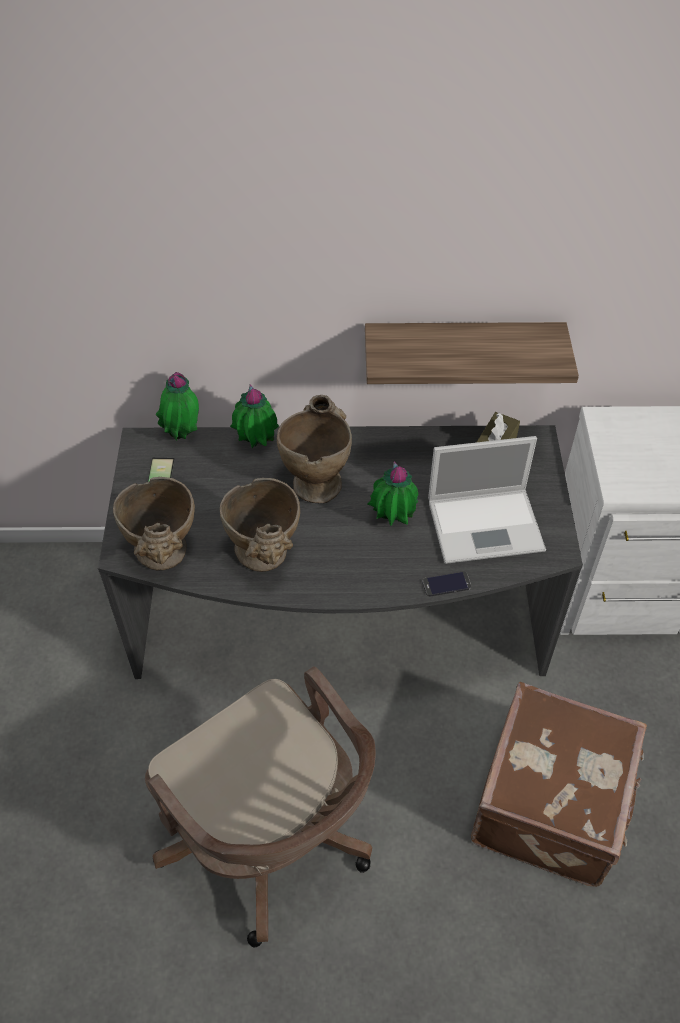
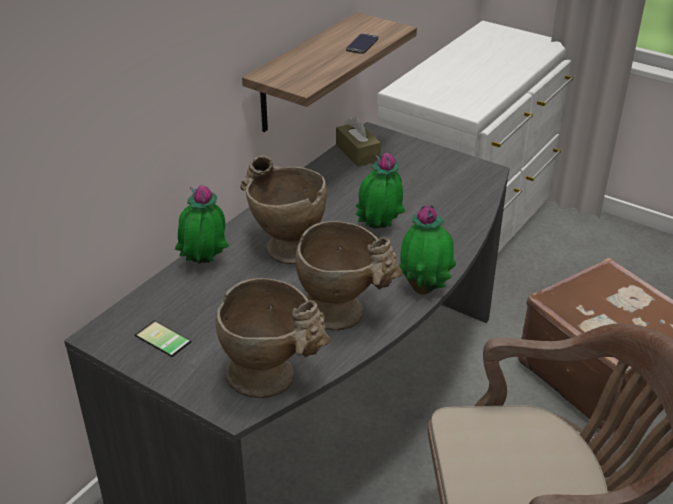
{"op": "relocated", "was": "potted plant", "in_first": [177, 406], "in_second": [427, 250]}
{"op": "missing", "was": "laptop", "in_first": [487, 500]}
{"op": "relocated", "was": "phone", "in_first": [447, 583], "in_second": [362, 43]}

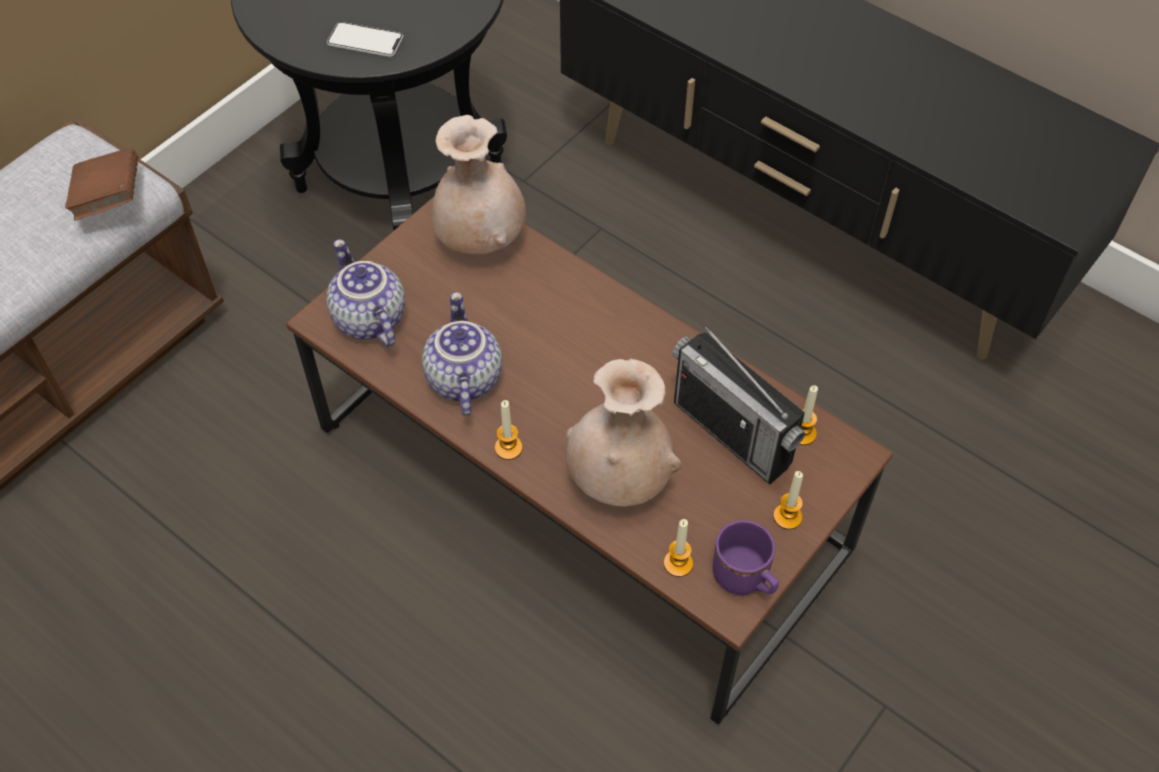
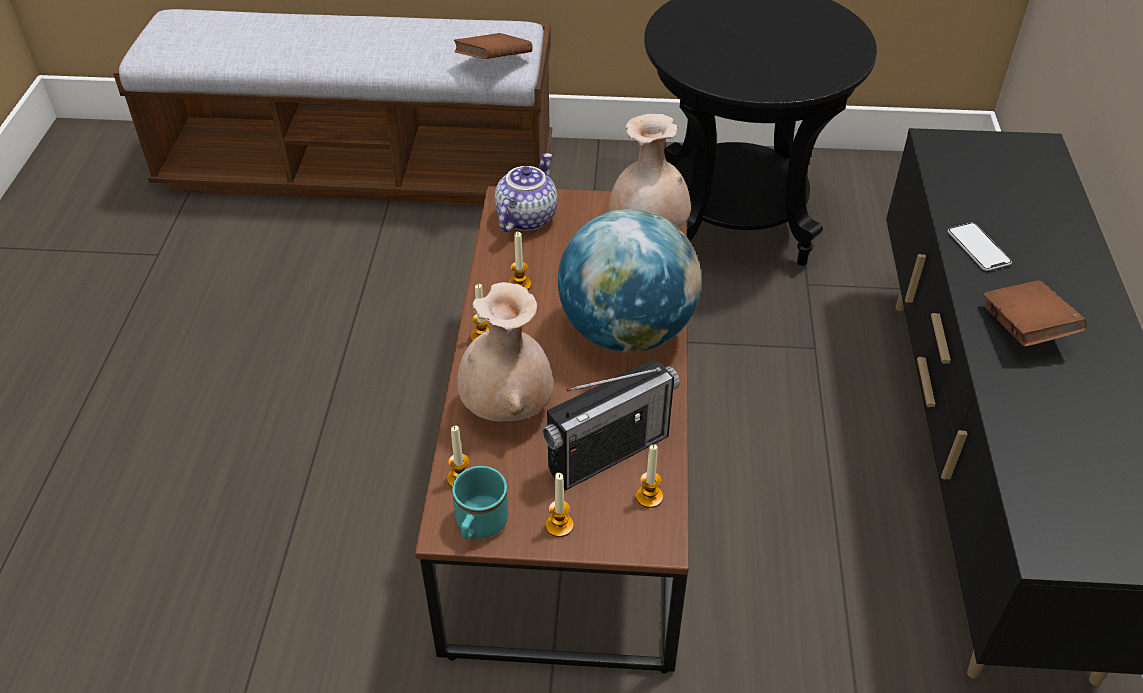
{"op": "relocated", "was": "phone", "in_first": [365, 39], "in_second": [979, 247]}
{"op": "exchanged", "was": "teapot", "now": "candle", "in_first": [462, 354], "in_second": [520, 261]}
{"op": "spun", "was": "radio", "in_first": [738, 404], "in_second": [611, 425], "clockwise": -135}
{"op": "colour", "was": "purple mug", "now": "turquoise mug", "in_first": [746, 557], "in_second": [480, 502]}
{"op": "appeared", "now": "globe", "in_second": [629, 280]}
{"op": "appeared", "now": "brown book", "in_second": [1035, 313]}

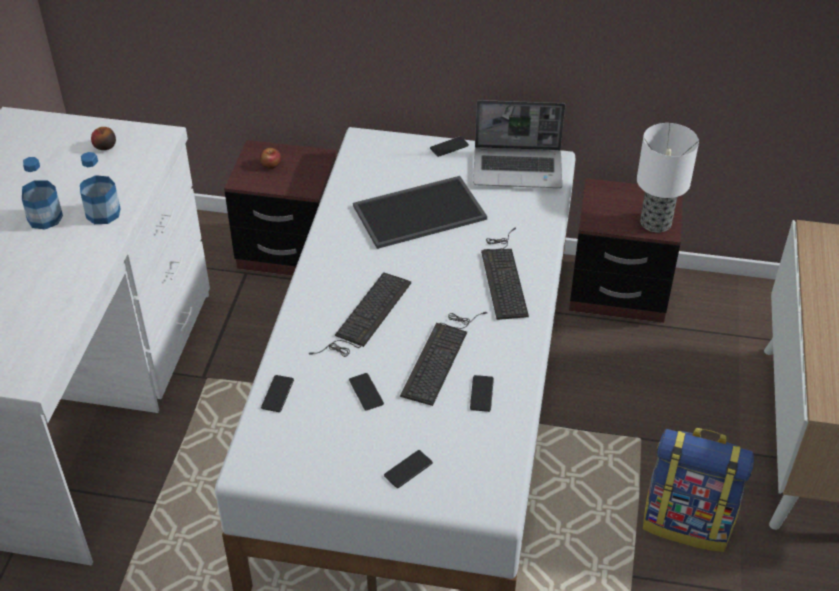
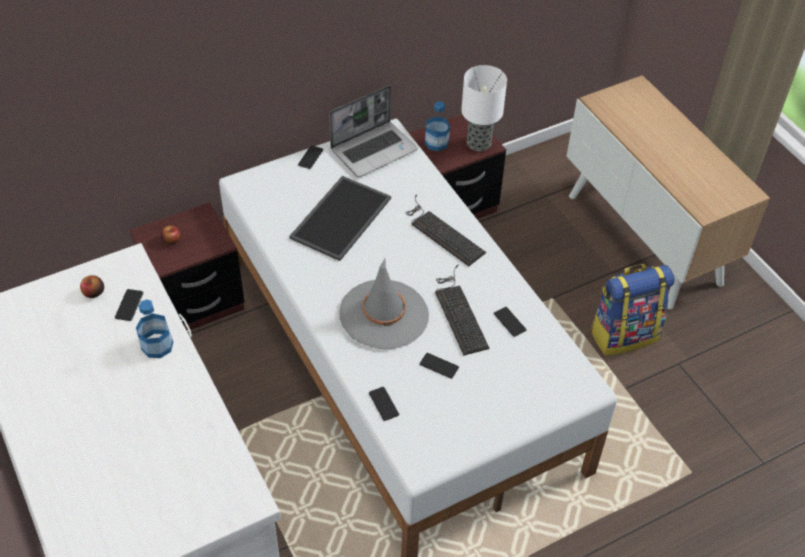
{"op": "relocated", "was": "bottle", "in_first": [42, 193], "in_second": [437, 126]}
{"op": "exchanged", "was": "keyboard", "now": "grey hat", "in_first": [360, 314], "in_second": [384, 304]}
{"op": "relocated", "was": "phone", "in_first": [408, 469], "in_second": [129, 305]}

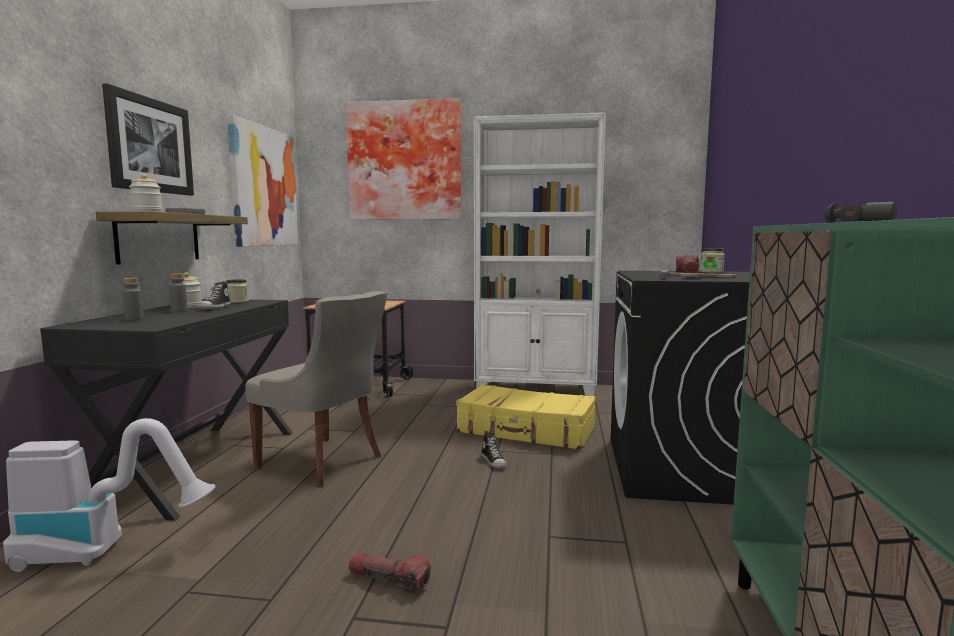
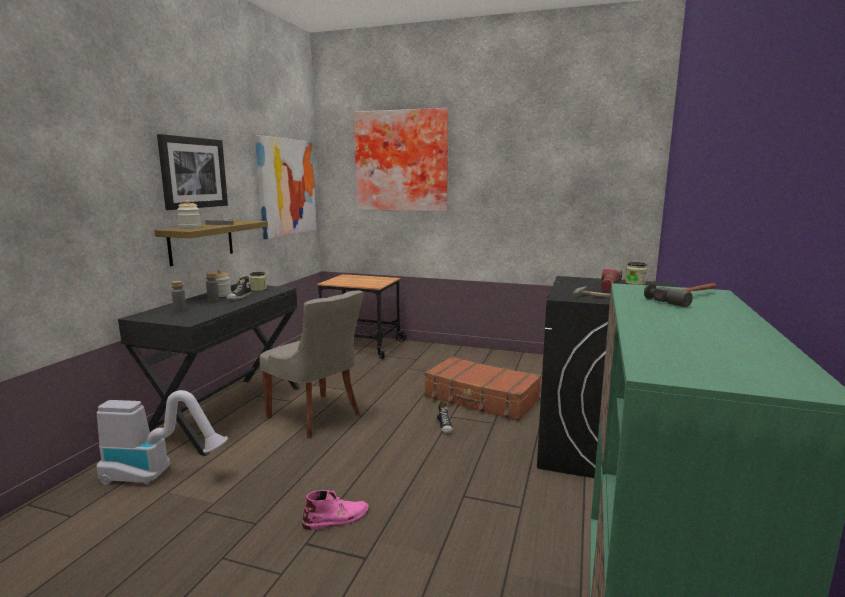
{"op": "missing", "was": "white bookcase", "in_first": [540, 254]}
{"op": "colour", "was": "yellow suitcase", "now": "brown suitcase", "in_first": [526, 417], "in_second": [482, 388]}
{"op": "exchanged", "was": "flashlight", "now": "pink boot", "in_first": [390, 573], "in_second": [335, 510]}

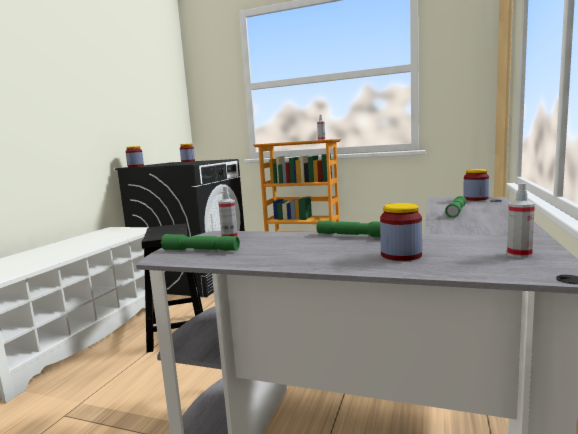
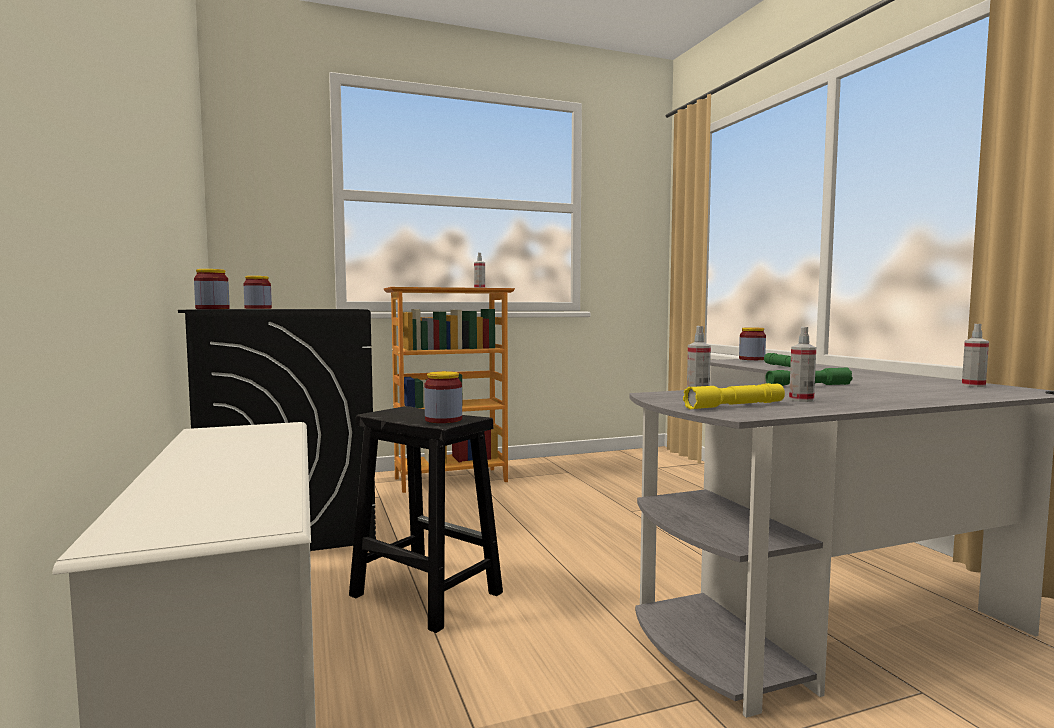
{"op": "relocated", "was": "jar", "in_first": [401, 232], "in_second": [443, 397]}
{"op": "colour", "was": "green flashlight", "now": "yellow flashlight", "in_first": [200, 242], "in_second": [734, 396]}
{"op": "appeared", "now": "spray bottle", "in_second": [802, 364]}

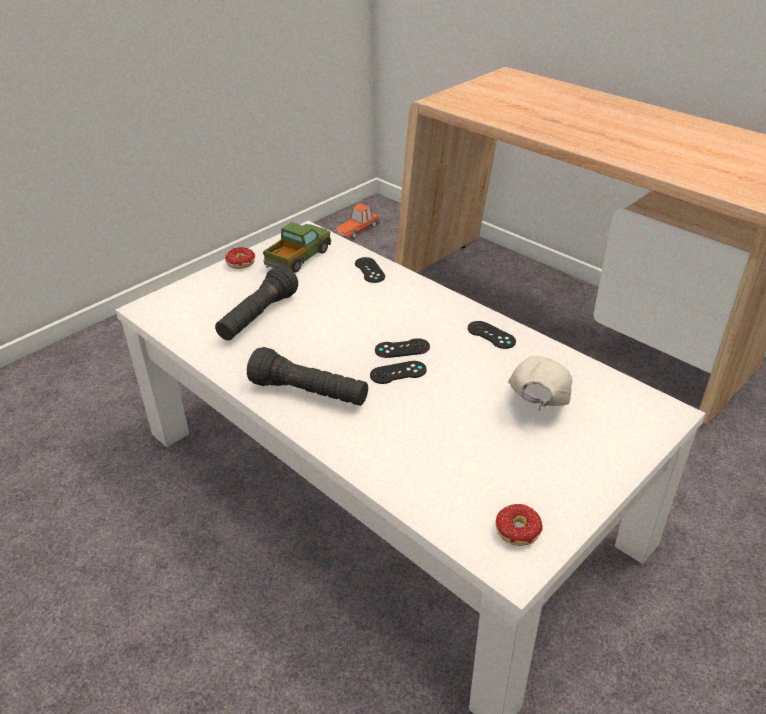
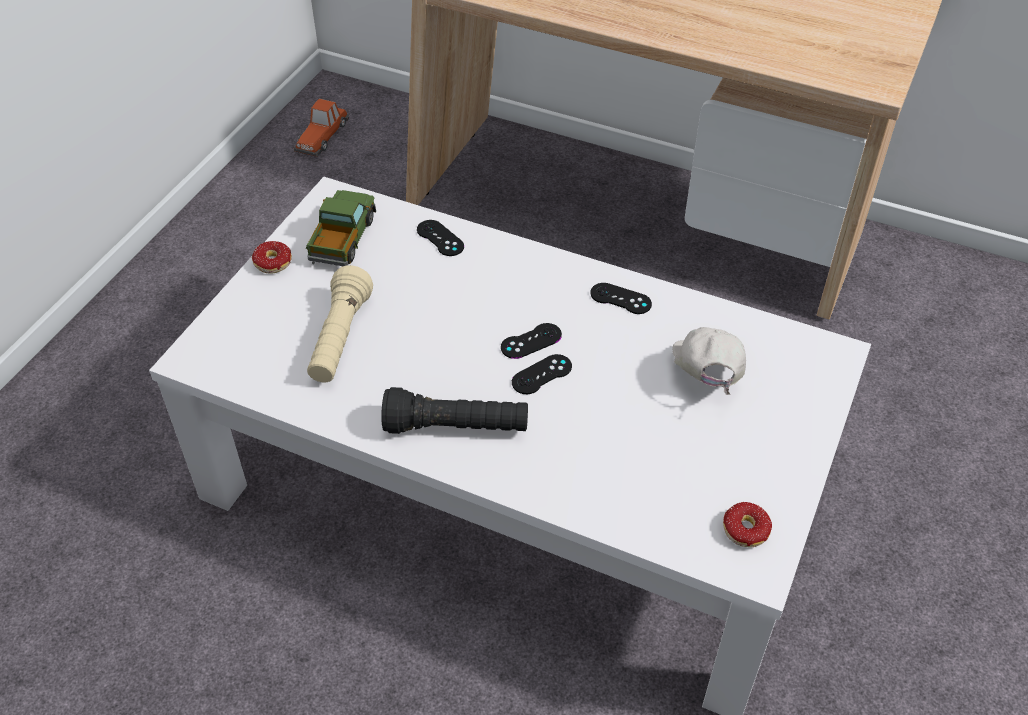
{"op": "colour", "was": "black flashlight", "now": "beige flashlight", "in_first": [256, 303], "in_second": [340, 323]}

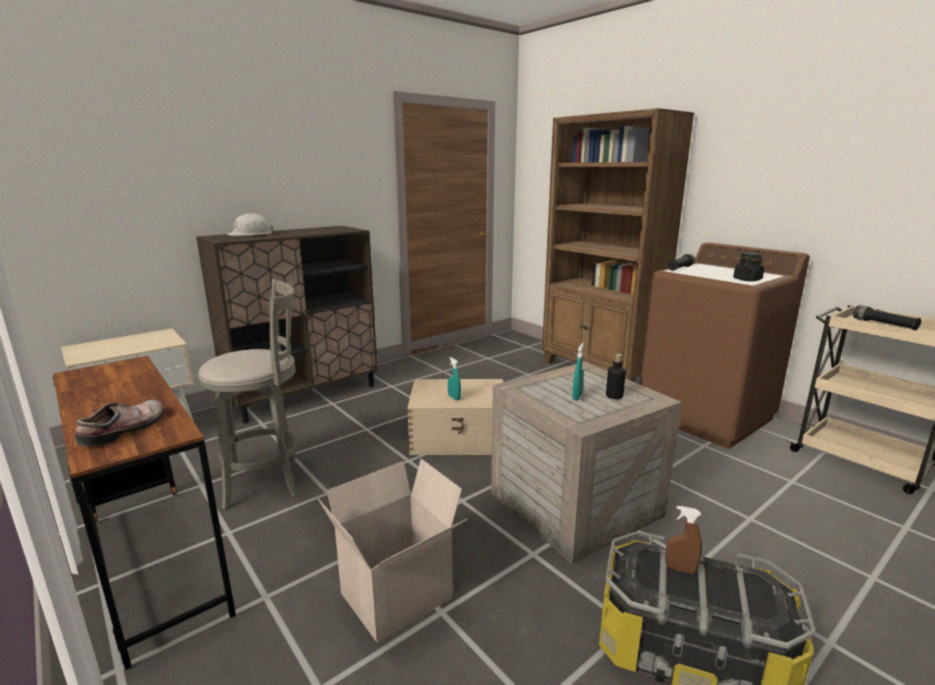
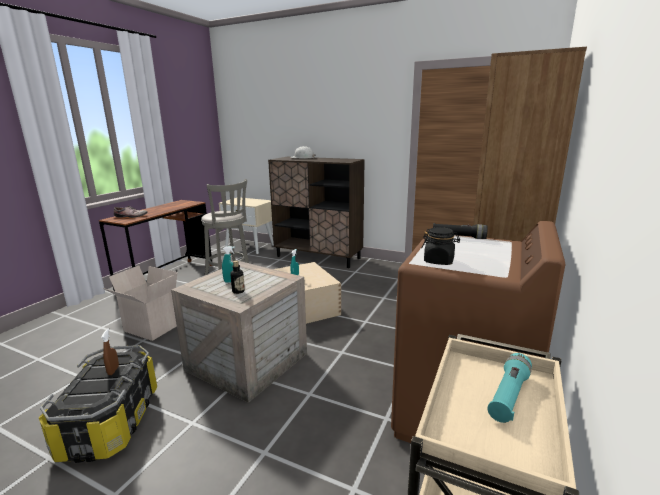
{"op": "colour", "was": "black flashlight", "now": "turquoise flashlight", "in_first": [887, 317], "in_second": [509, 388]}

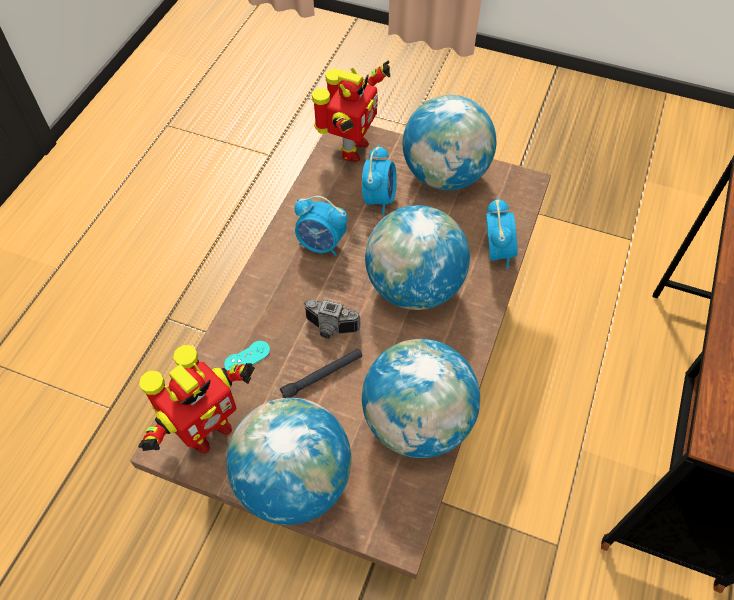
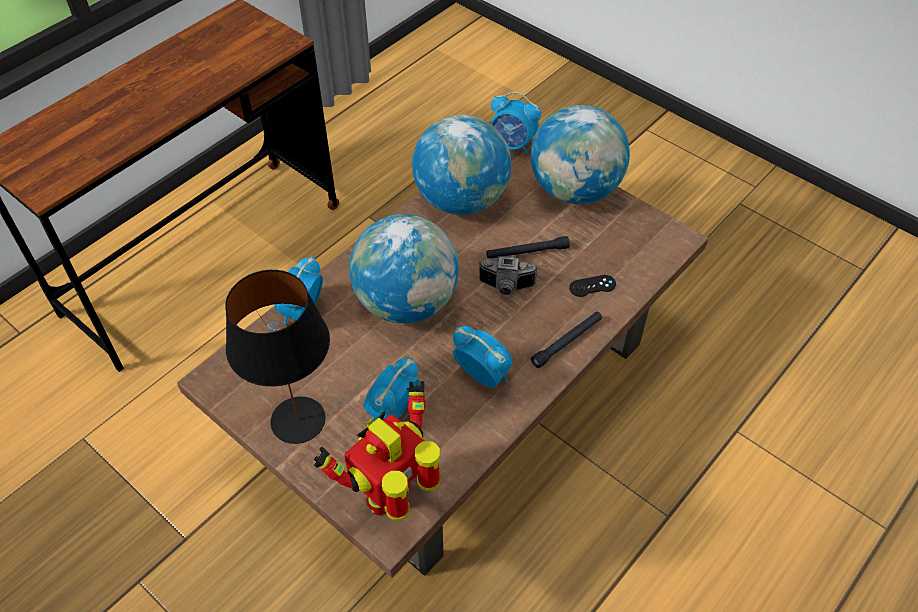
{"op": "exchanged", "was": "globe", "now": "black table lamp", "in_first": [449, 142], "in_second": [277, 357]}
{"op": "spun", "was": "photo camera", "in_first": [332, 318], "in_second": [508, 275], "clockwise": 150}
{"op": "colour", "was": "turquoise game controller", "now": "black game controller", "in_first": [247, 356], "in_second": [592, 286]}
{"op": "missing", "was": "toy robot", "in_first": [196, 399]}
{"op": "appeared", "now": "alarm clock", "in_second": [516, 122]}
{"op": "appeared", "now": "black flashlight", "in_second": [566, 340]}

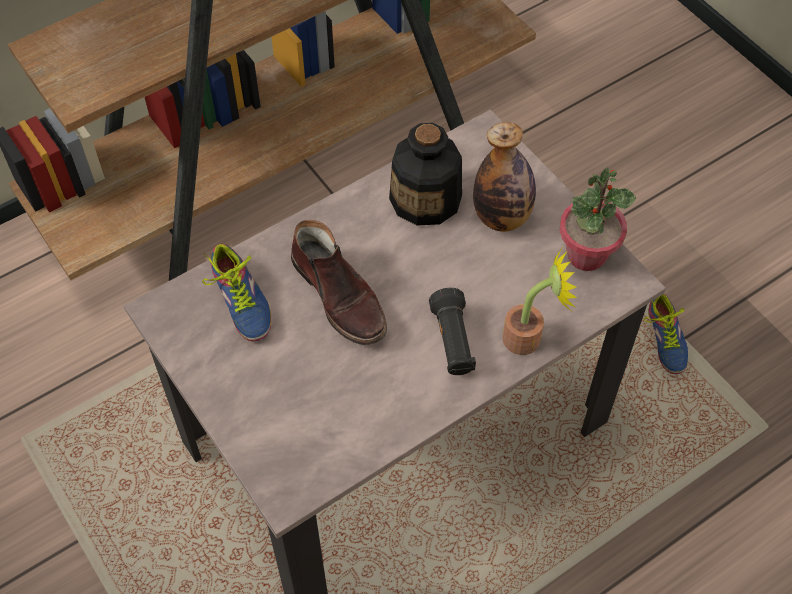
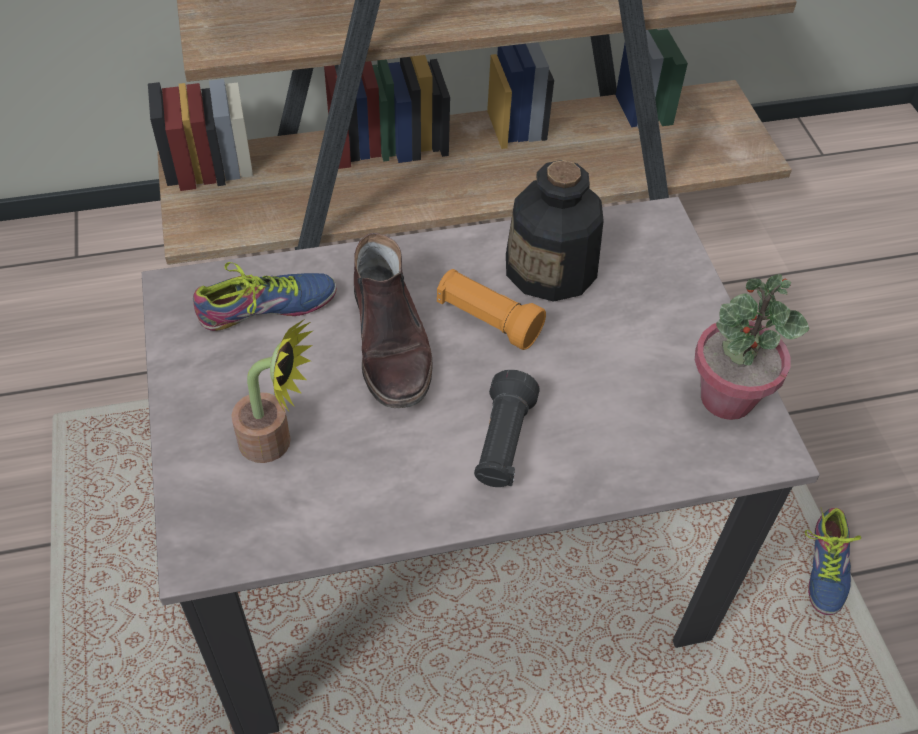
{"op": "missing", "was": "bottle", "in_first": [504, 177]}
{"op": "spun", "was": "shoe", "in_first": [236, 293], "in_second": [265, 296], "clockwise": -105}
{"op": "relocated", "was": "potted plant", "in_first": [540, 301], "in_second": [272, 391]}
{"op": "appeared", "now": "orange flashlight", "in_second": [491, 309]}

